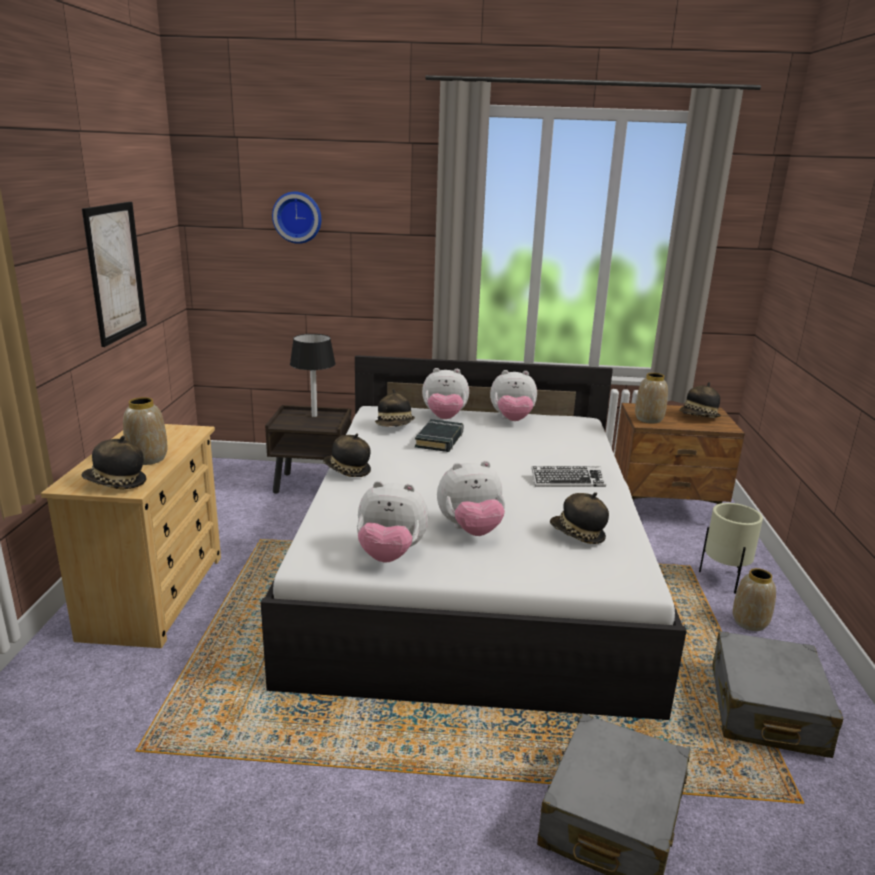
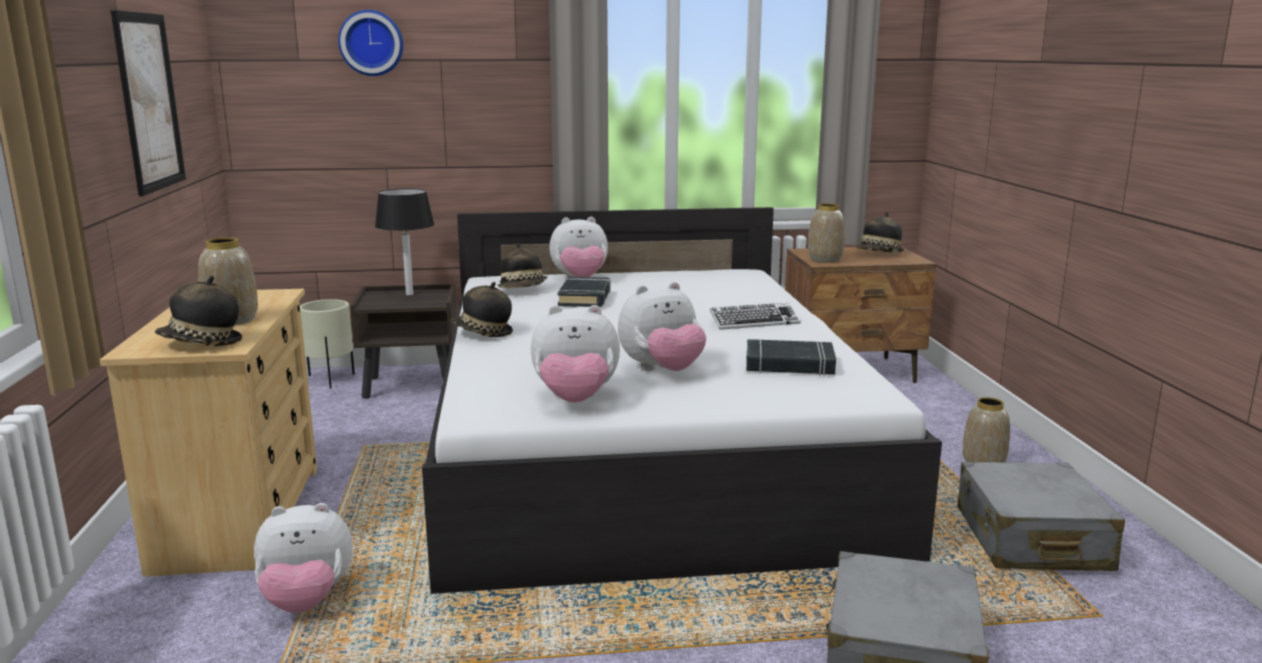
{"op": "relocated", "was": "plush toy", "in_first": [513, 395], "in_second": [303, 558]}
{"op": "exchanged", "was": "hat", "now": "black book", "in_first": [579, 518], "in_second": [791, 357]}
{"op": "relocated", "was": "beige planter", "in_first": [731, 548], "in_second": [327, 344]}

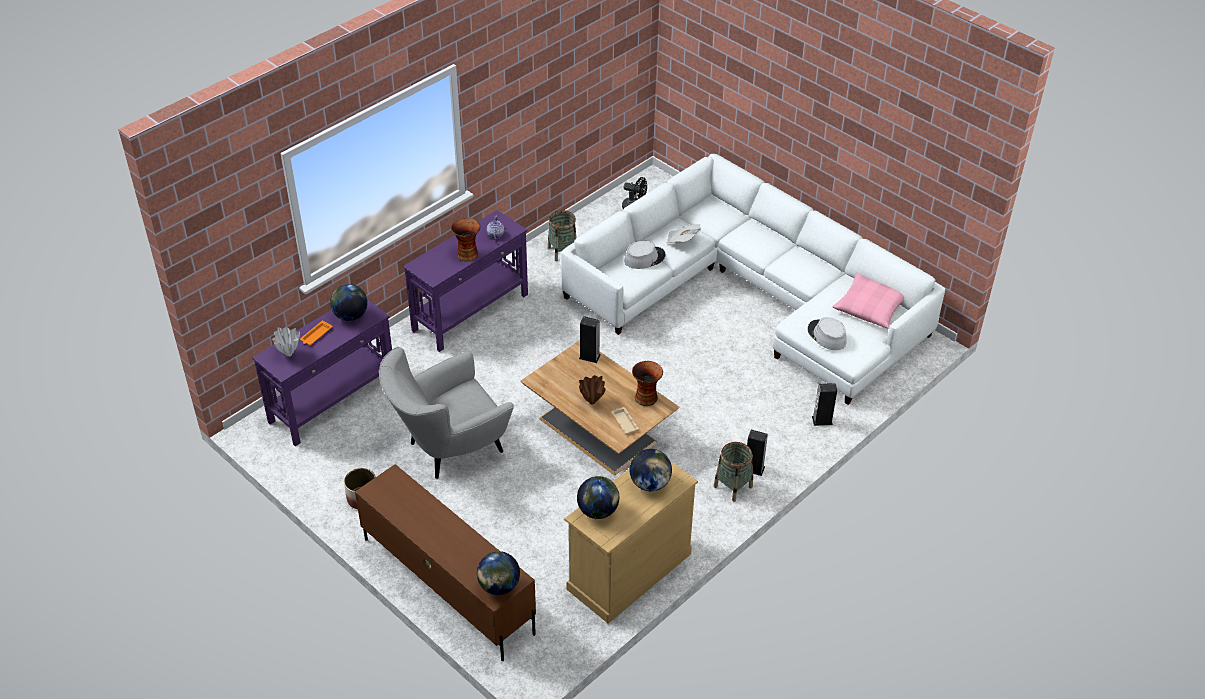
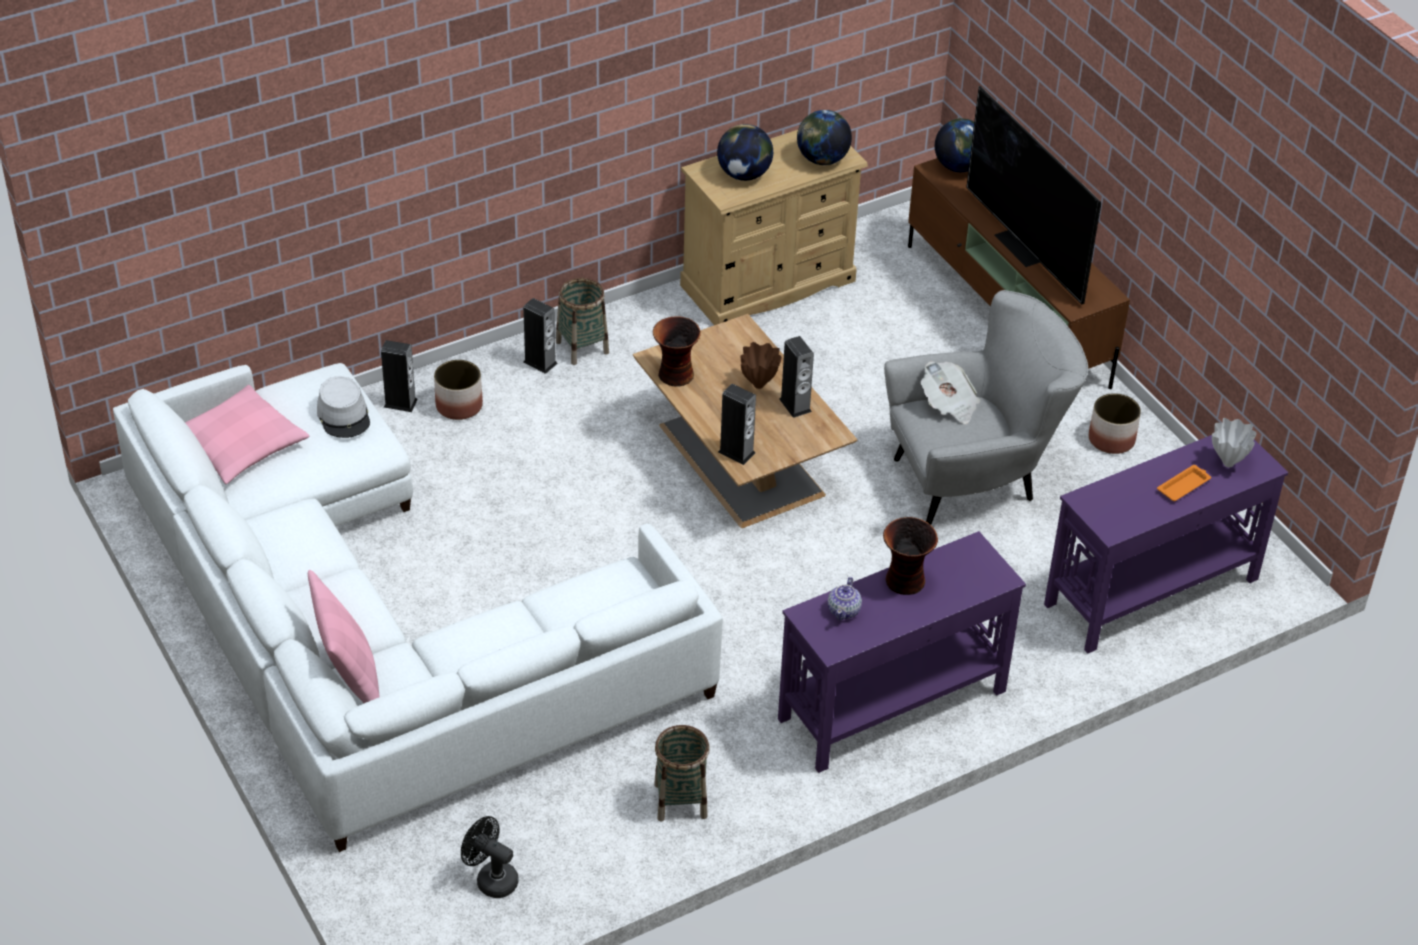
{"op": "relocated", "was": "newspaper", "in_first": [683, 233], "in_second": [950, 392]}
{"op": "missing", "was": "grey hat", "in_first": [645, 255]}
{"op": "missing", "was": "globe", "in_first": [349, 302]}
{"op": "missing", "was": "beige tray", "in_first": [625, 420]}
{"op": "appeared", "now": "television", "in_second": [1033, 195]}
{"op": "appeared", "now": "speaker", "in_second": [796, 377]}
{"op": "appeared", "now": "planter", "in_second": [458, 390]}
{"op": "appeared", "now": "pink pillow", "in_second": [344, 636]}

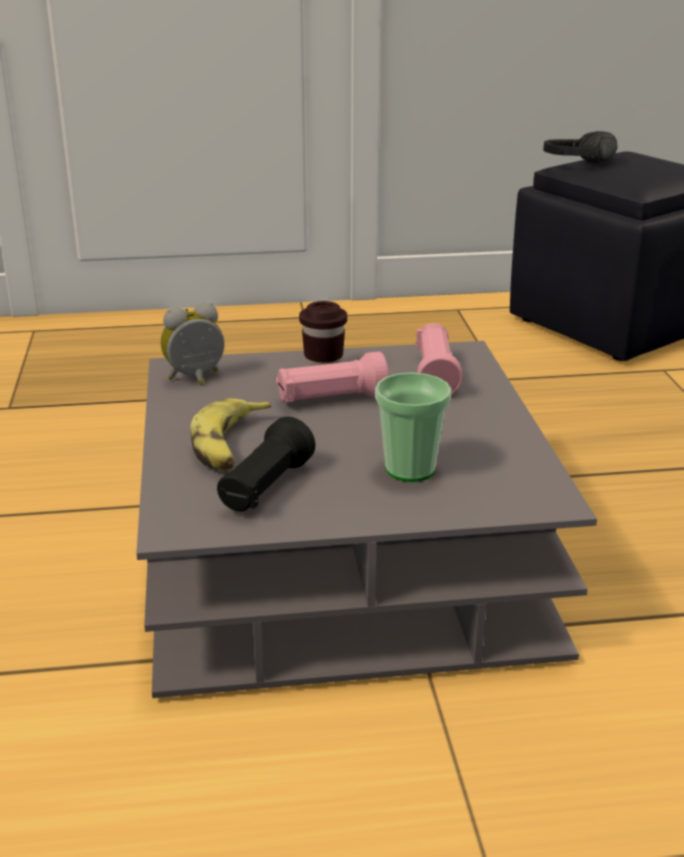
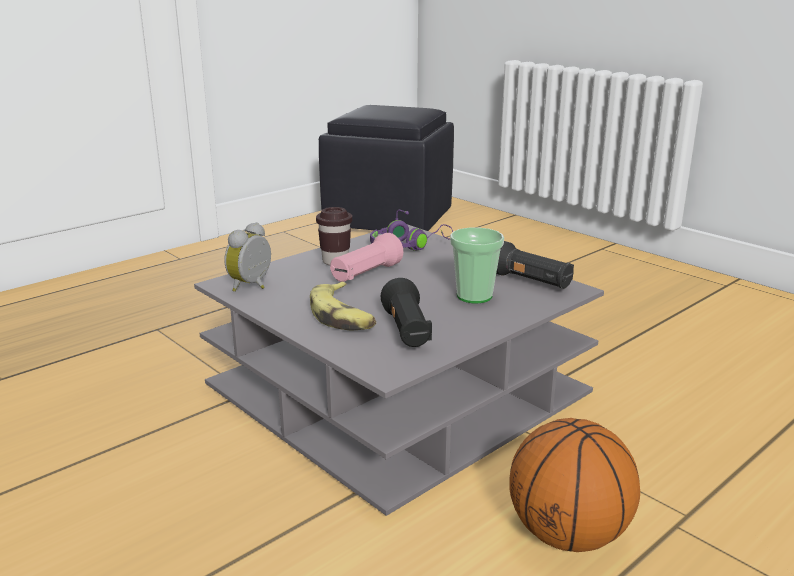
{"op": "missing", "was": "black headphones", "in_first": [580, 147]}
{"op": "exchanged", "was": "pink flashlight", "now": "purple headphones", "in_first": [439, 359], "in_second": [411, 230]}
{"op": "appeared", "now": "black flashlight", "in_second": [535, 265]}
{"op": "appeared", "now": "basketball", "in_second": [574, 485]}

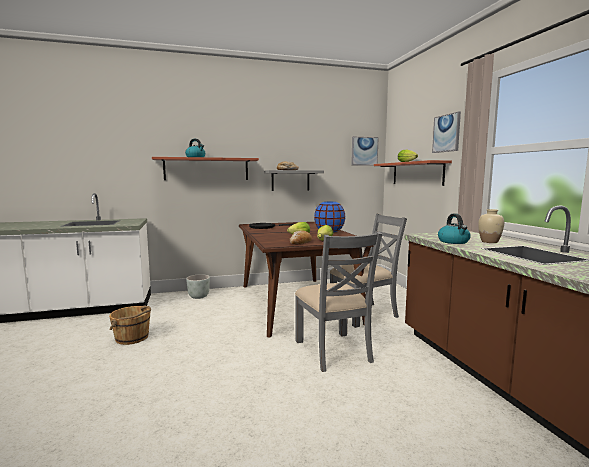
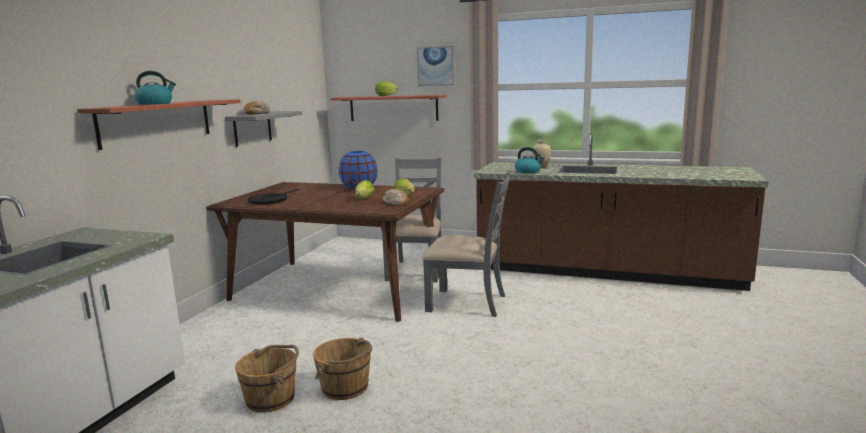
{"op": "missing", "was": "picture", "in_first": [365, 151]}
{"op": "missing", "was": "grey planter", "in_first": [198, 286]}
{"op": "appeared", "now": "brown bucket", "in_second": [342, 369]}

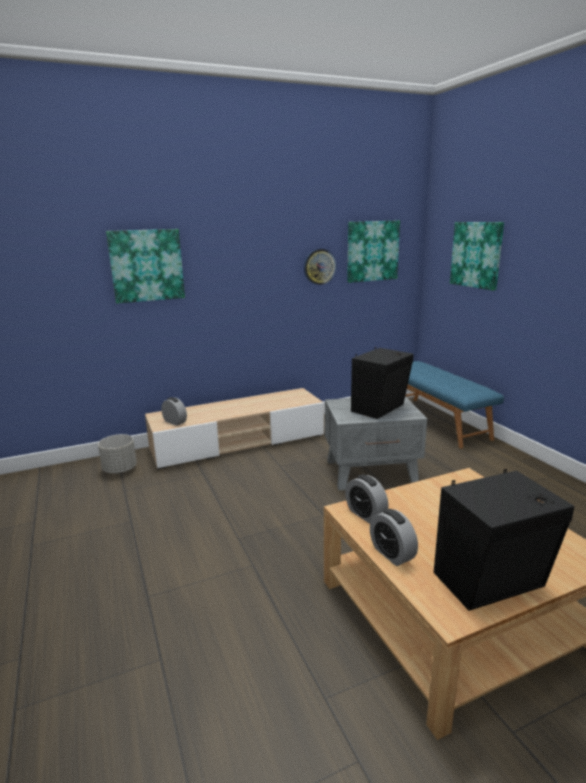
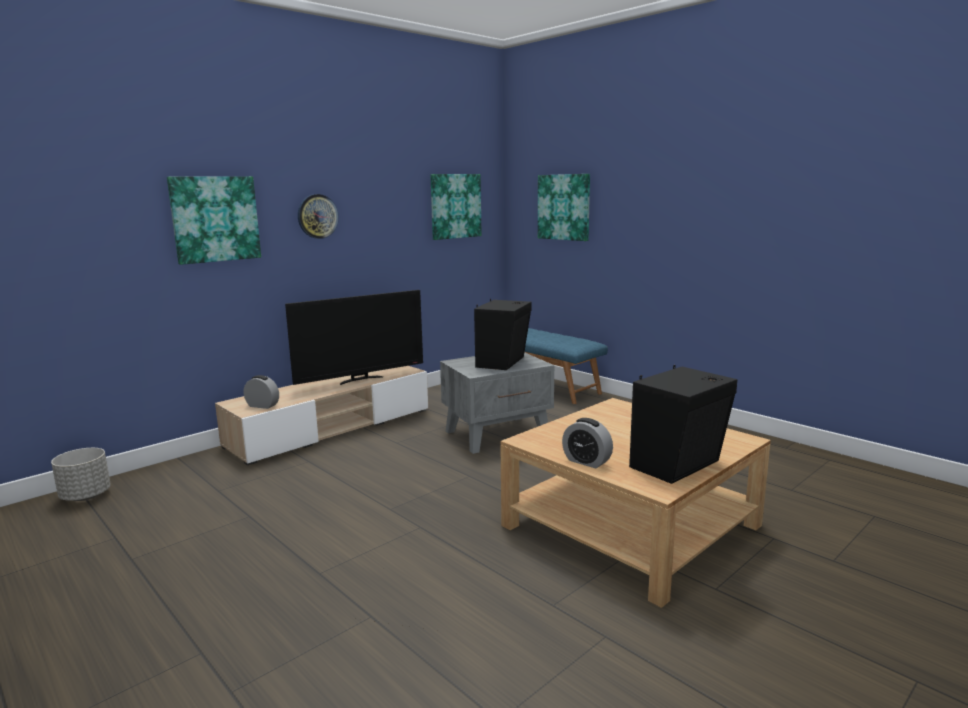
{"op": "relocated", "was": "wall clock", "in_first": [320, 267], "in_second": [318, 216]}
{"op": "relocated", "was": "grey planter", "in_first": [117, 454], "in_second": [81, 474]}
{"op": "missing", "was": "alarm clock", "in_first": [367, 499]}
{"op": "appeared", "now": "television", "in_second": [354, 337]}

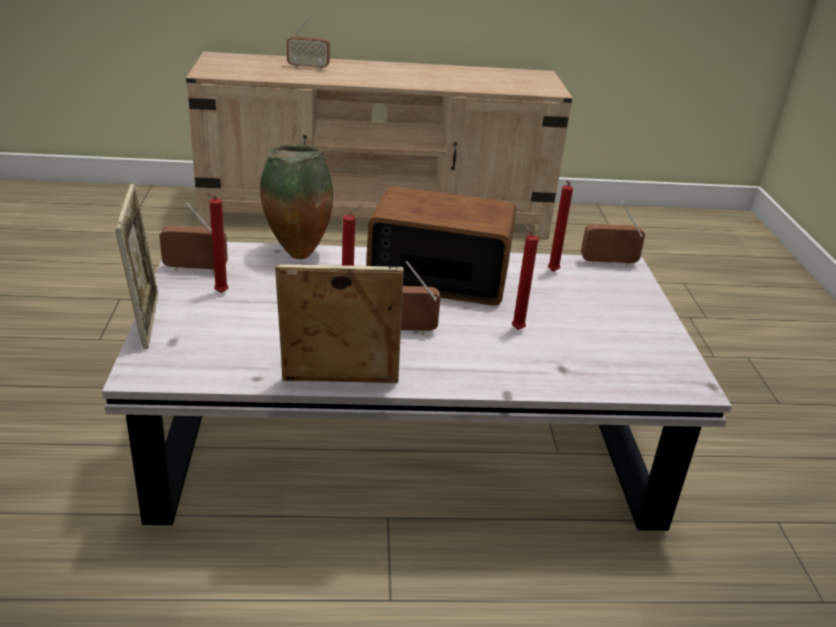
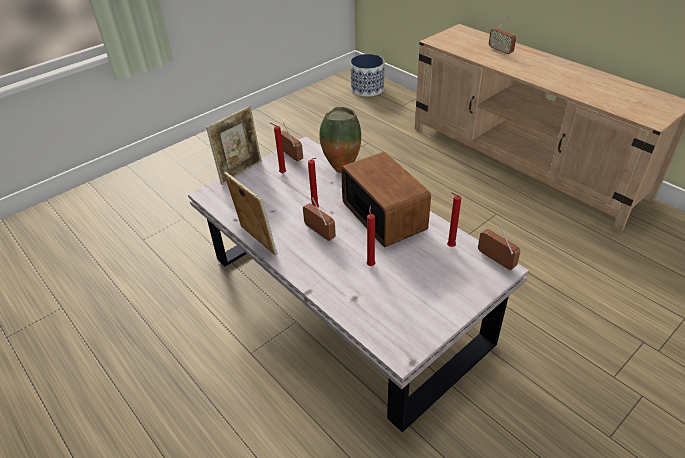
{"op": "appeared", "now": "planter", "in_second": [367, 75]}

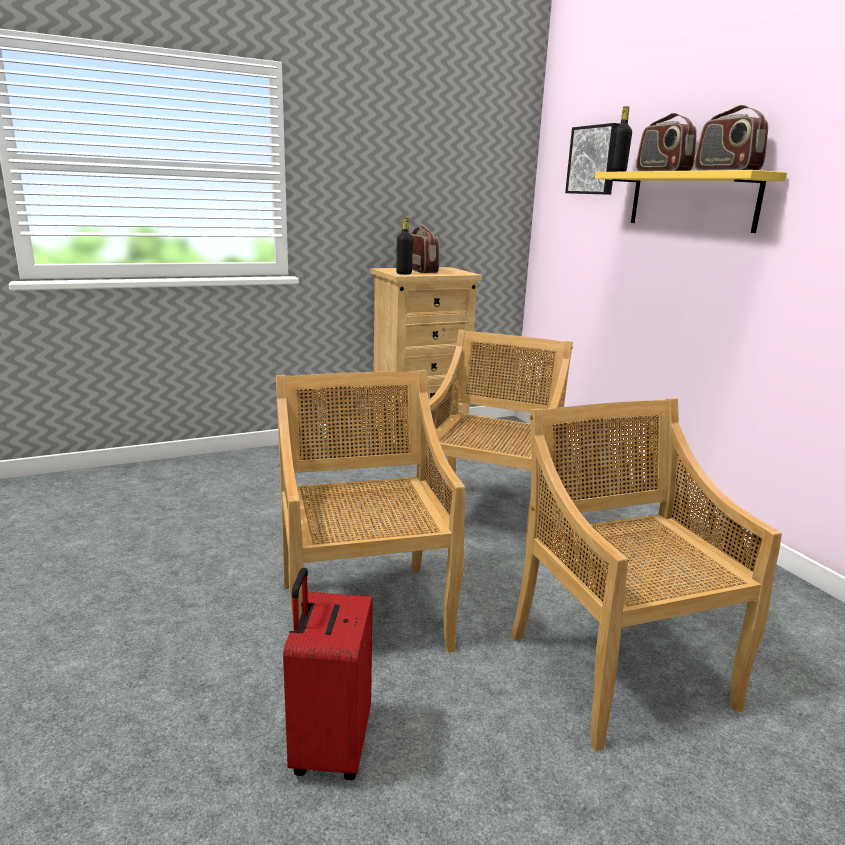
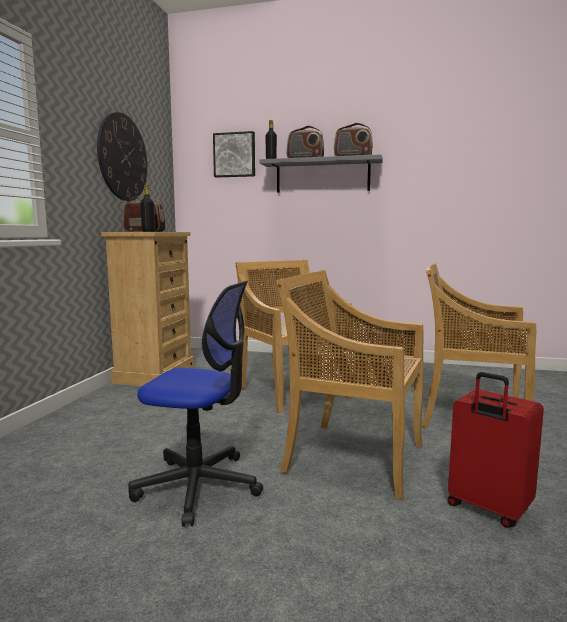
{"op": "colour", "was": "yellow shelf", "now": "grey shelf", "in_first": [691, 201], "in_second": [321, 173]}
{"op": "appeared", "now": "wall clock", "in_second": [122, 156]}
{"op": "appeared", "now": "office chair", "in_second": [195, 403]}

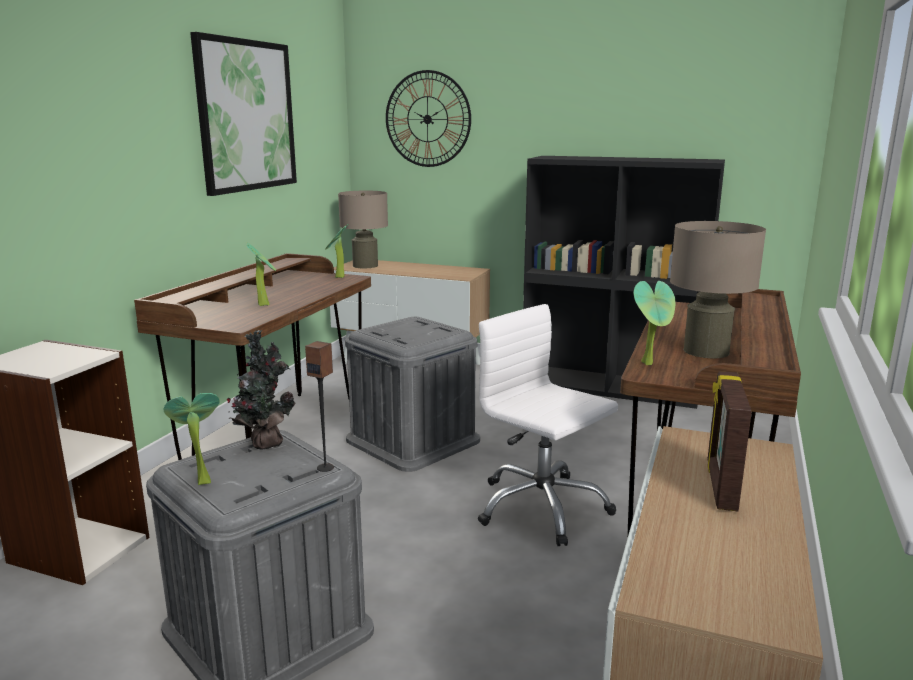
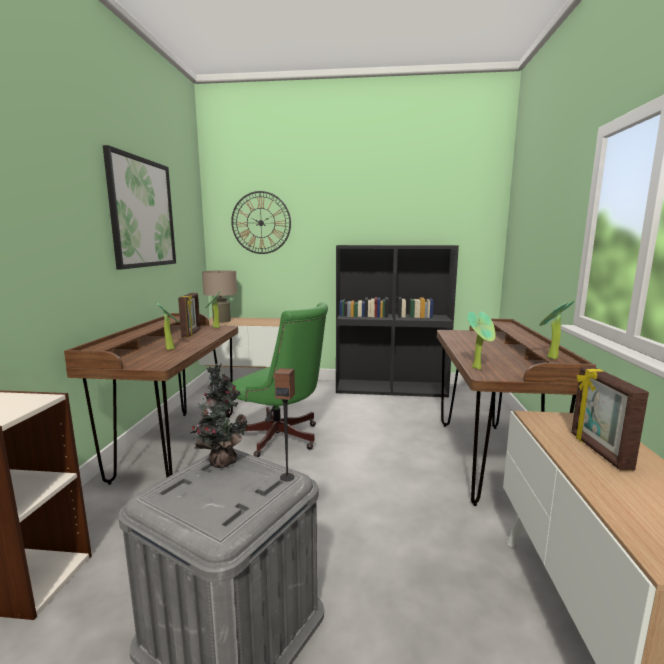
{"op": "missing", "was": "beige table lamp", "in_first": [718, 289]}
{"op": "missing", "was": "white office chair", "in_first": [548, 425]}
{"op": "exchanged", "was": "grey storage box", "now": "green office chair", "in_first": [412, 394], "in_second": [279, 379]}
{"op": "relocated", "was": "potted plant", "in_first": [192, 439], "in_second": [556, 330]}
{"op": "appeared", "now": "picture frame", "in_second": [189, 315]}

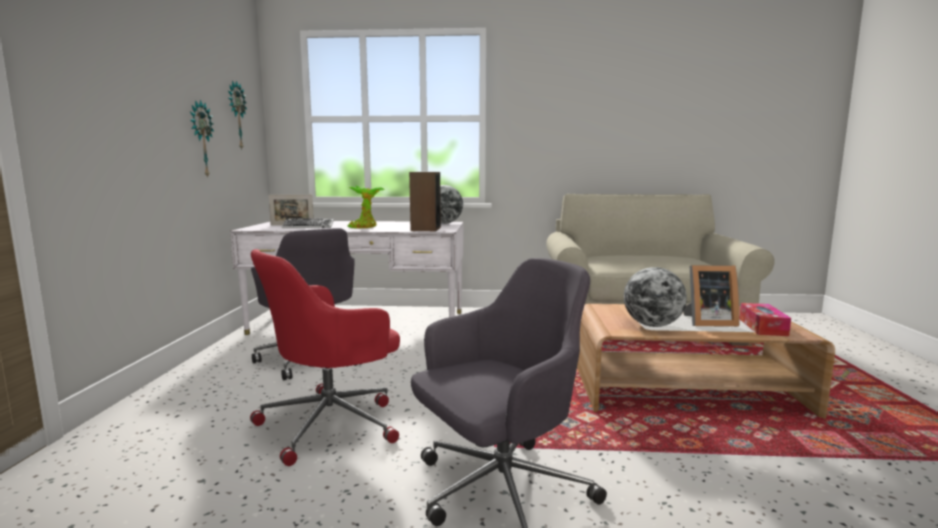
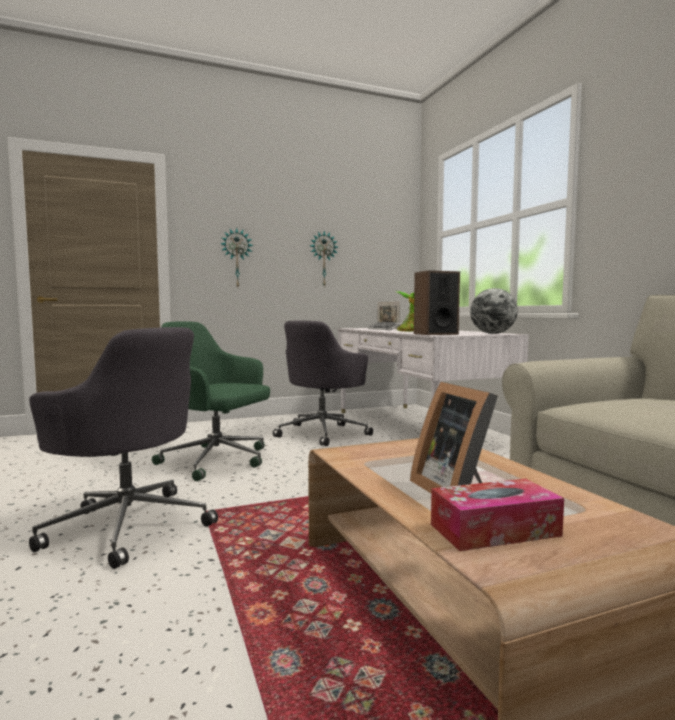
{"op": "relocated", "was": "wall clock", "in_first": [237, 115], "in_second": [237, 258]}
{"op": "colour", "was": "red office chair", "now": "green office chair", "in_first": [325, 357], "in_second": [211, 401]}
{"op": "missing", "was": "globe", "in_first": [655, 297]}

